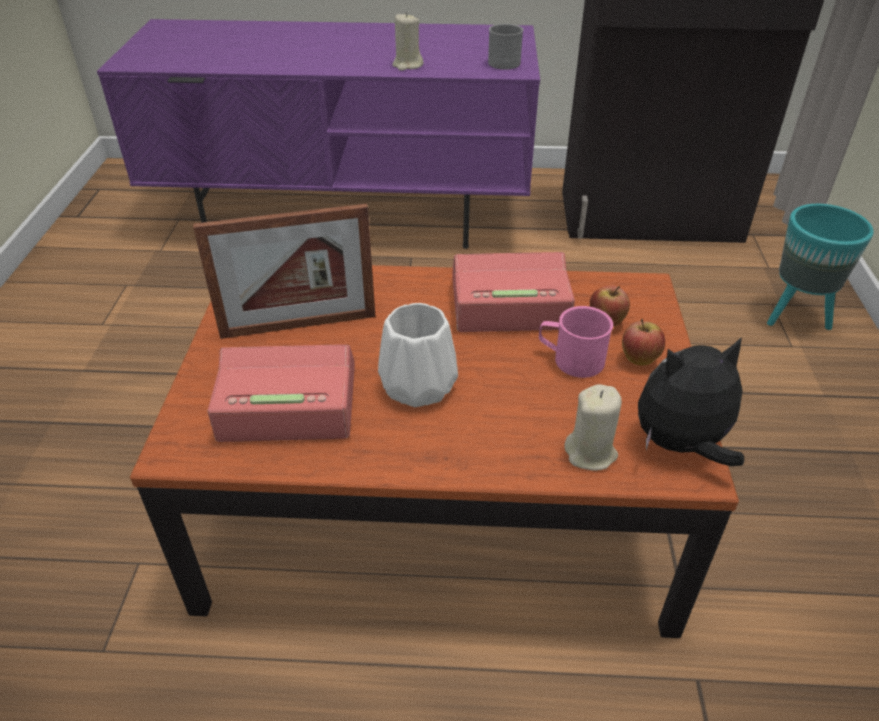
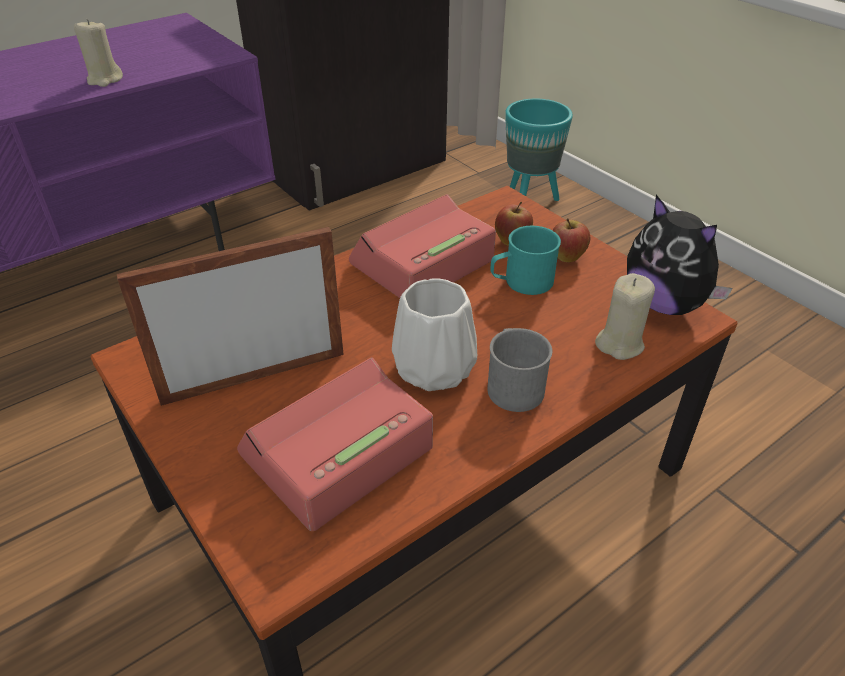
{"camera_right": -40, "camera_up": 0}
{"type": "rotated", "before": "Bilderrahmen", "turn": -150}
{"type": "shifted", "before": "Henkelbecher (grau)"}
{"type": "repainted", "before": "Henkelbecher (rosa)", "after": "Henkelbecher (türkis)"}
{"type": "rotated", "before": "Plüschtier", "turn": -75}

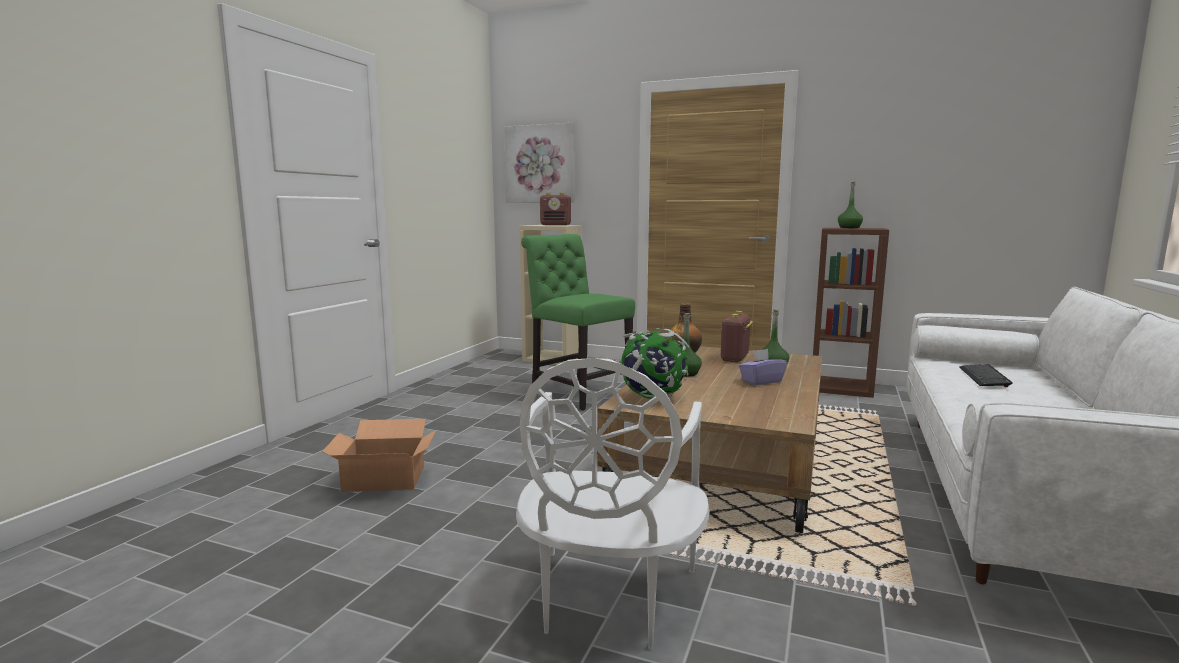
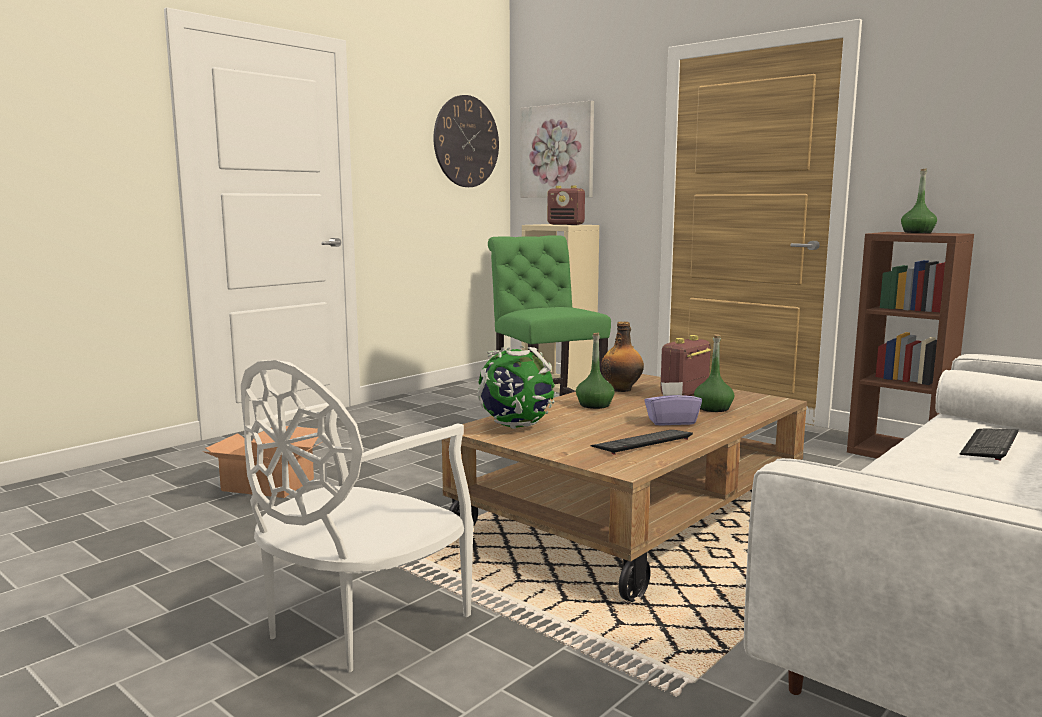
{"camera_right": 20, "camera_up": 0}
{"type": "new", "after": "Wanduhr"}
{"type": "new", "after": "Tastatur (no. 1 from left)"}

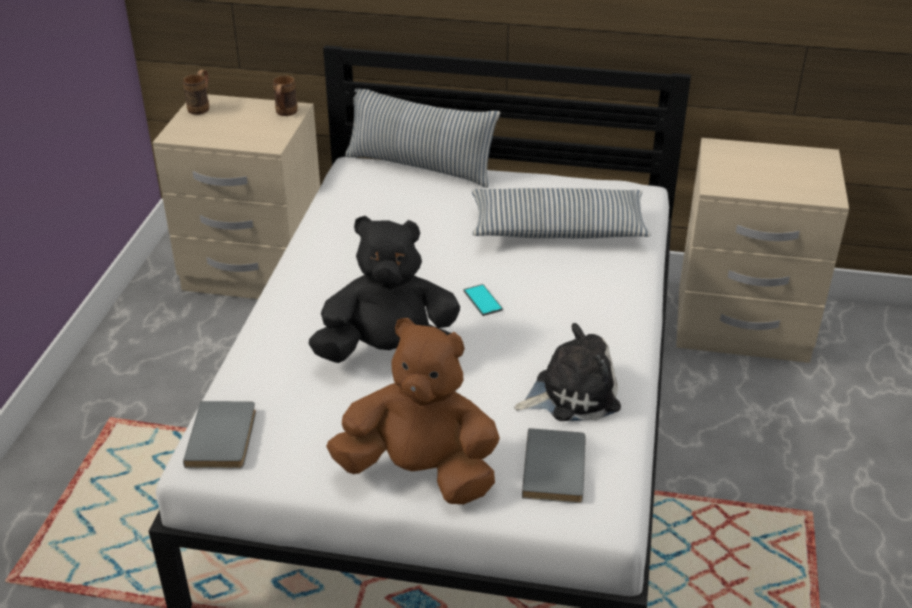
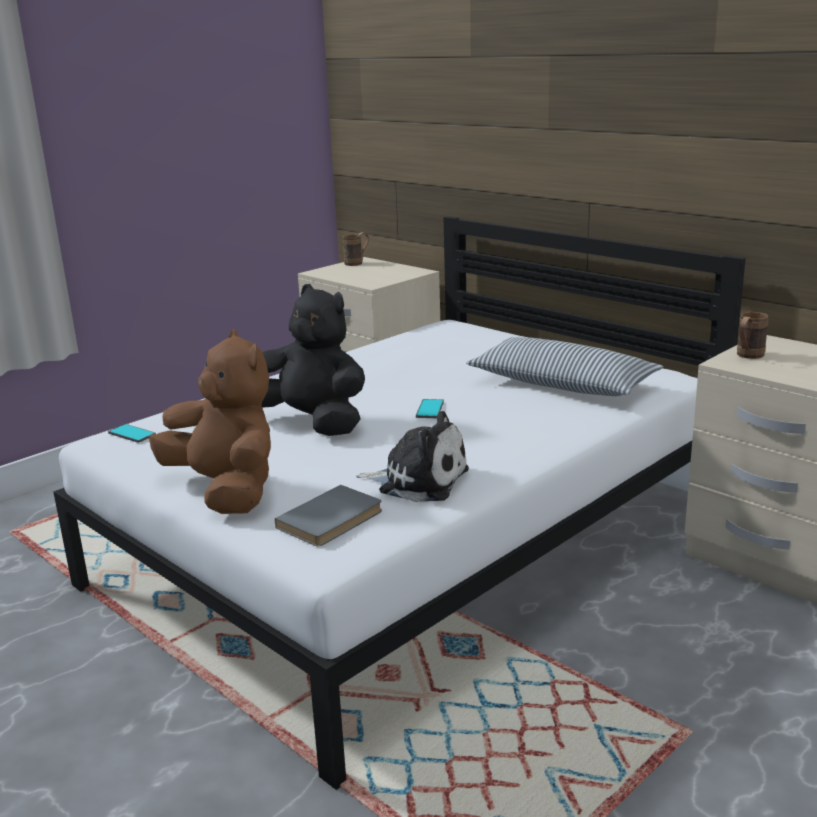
{"camera_right": 35, "camera_up": -15}
{"type": "swapped", "before": "Buch (grau) (no. 1 from left)", "after": "Handy (no. 1 from left)"}
{"type": "shifted", "before": "Henkelbecher (braun) (no. 2 from left)"}
{"type": "gone", "before": "Kissen (no. 1 from left)"}

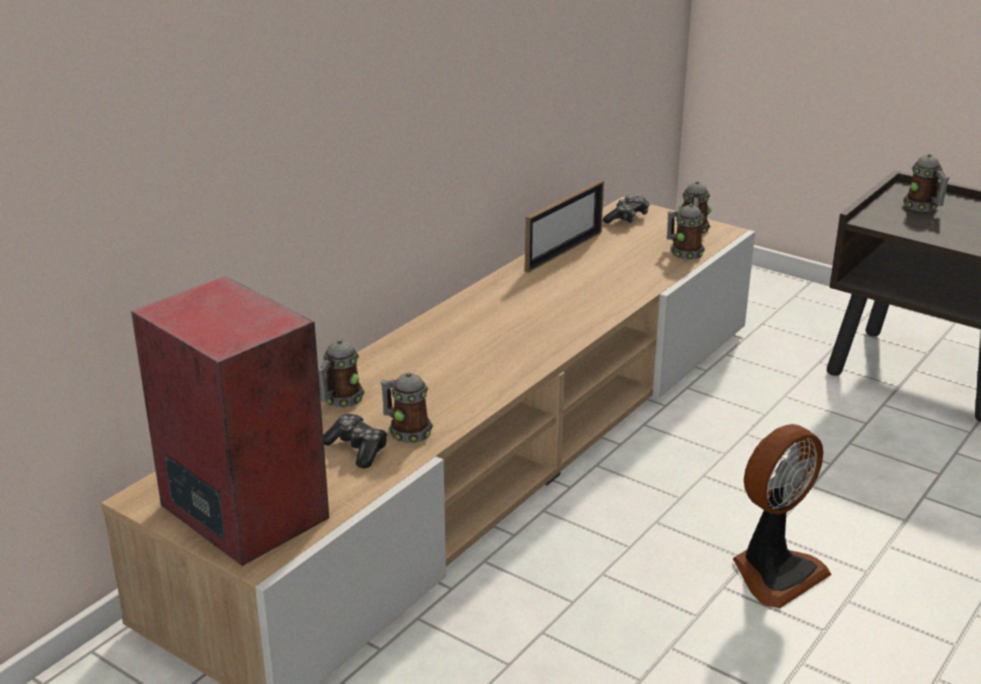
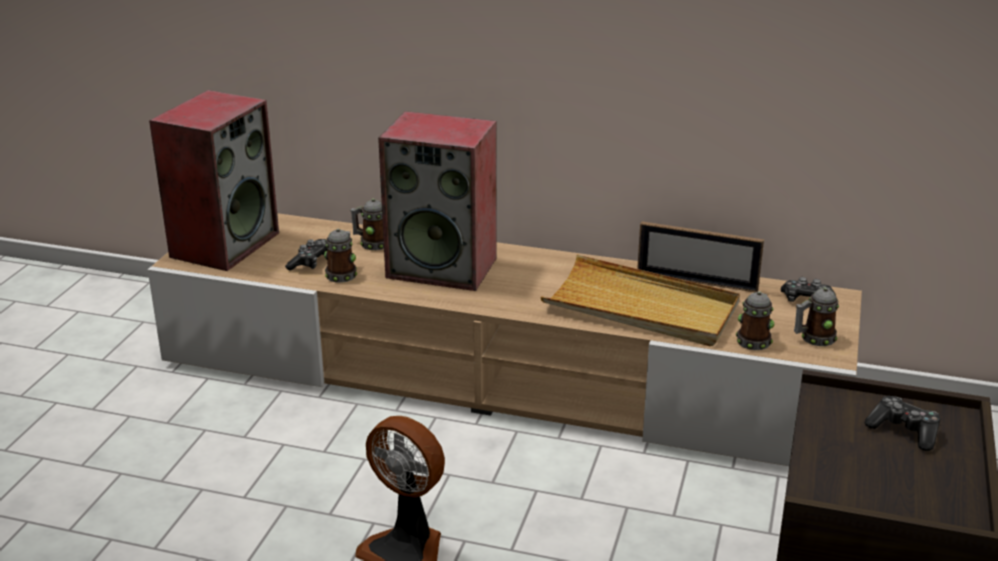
{"camera_right": 70, "camera_up": 0}
{"type": "new", "after": "Lautsprecher (no. 2 from left)"}
{"type": "new", "after": "Tablett (beige)"}
{"type": "swapped", "before": "Henkelbecher (no. 5 from left)", "after": "Gamepad (no. 3 from left)"}

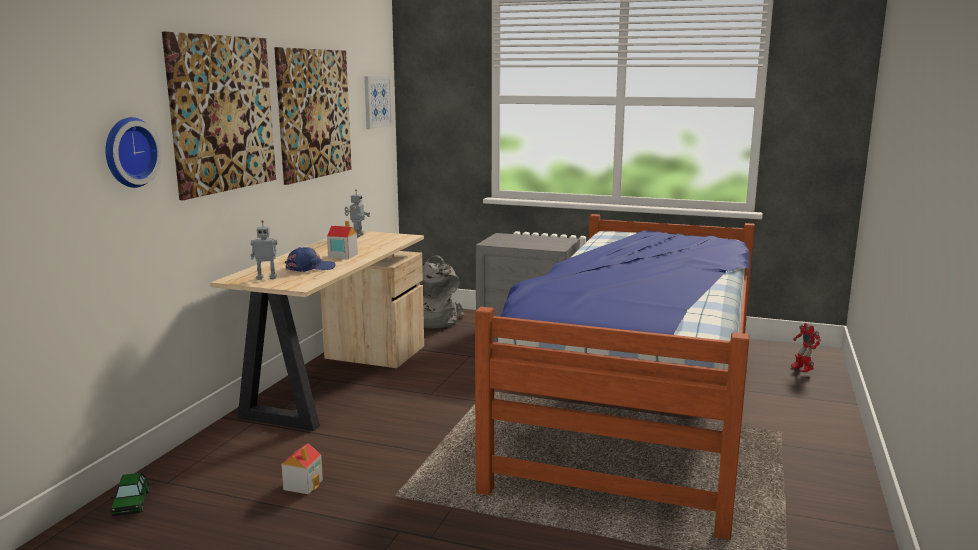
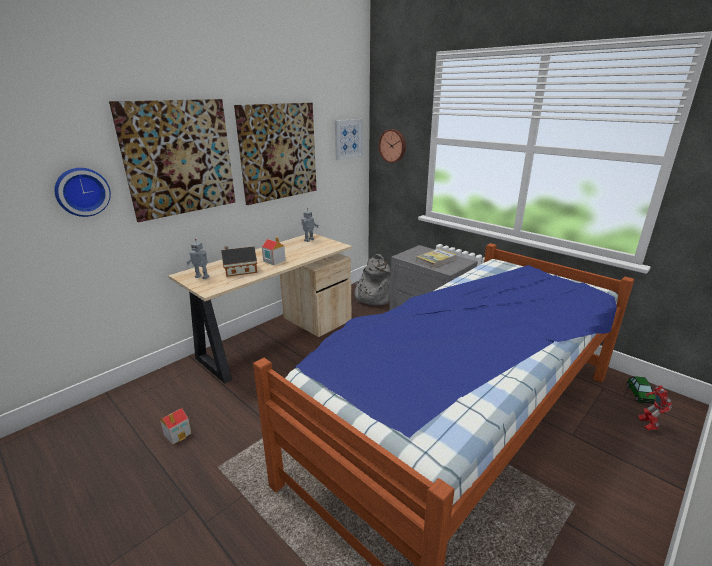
{"camera_right": 25, "camera_up": 10}
{"type": "swapped", "before": "Kappe (blau)", "after": "Spielzeughaus (no. 2 from left)"}
{"type": "new", "after": "Wanduhr (no. 2 from left)"}
{"type": "new", "after": "Buch"}
{"type": "shifted", "before": "Spielzeugauto"}

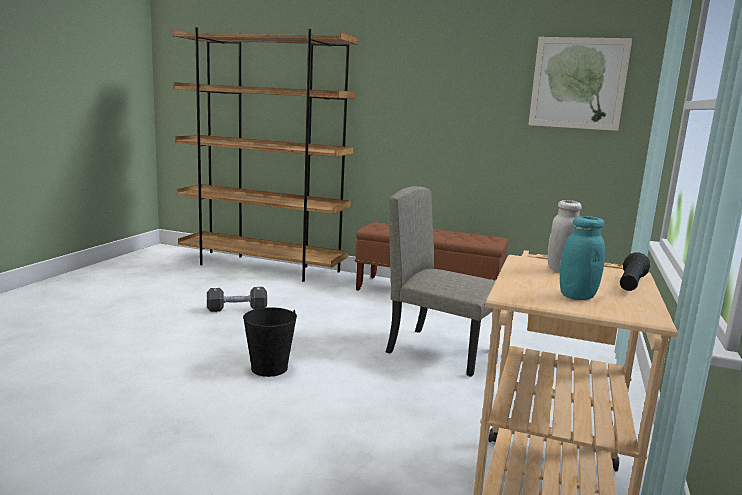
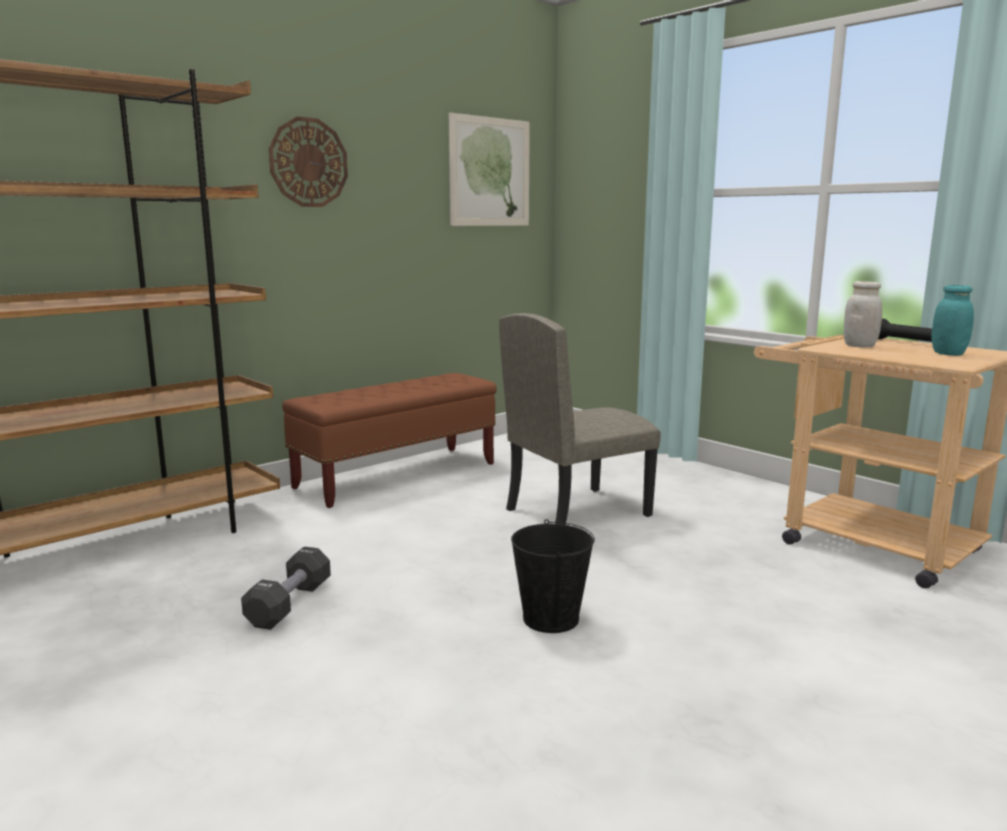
{"camera_right": -60, "camera_up": 0}
{"type": "new", "after": "Wanduhr"}

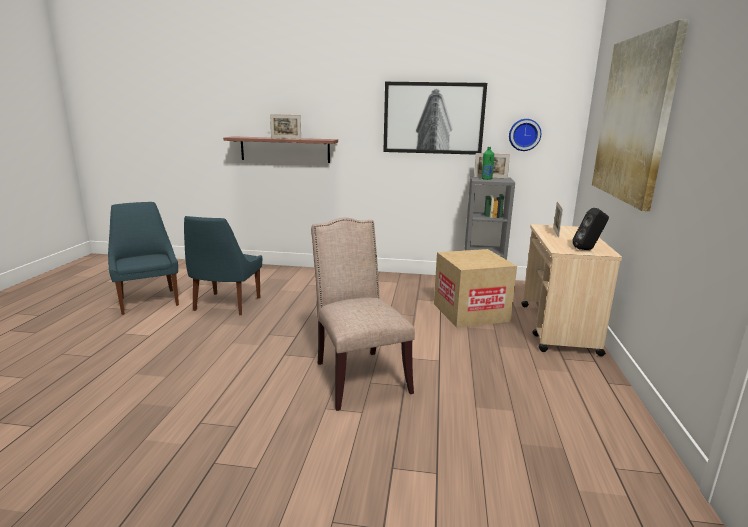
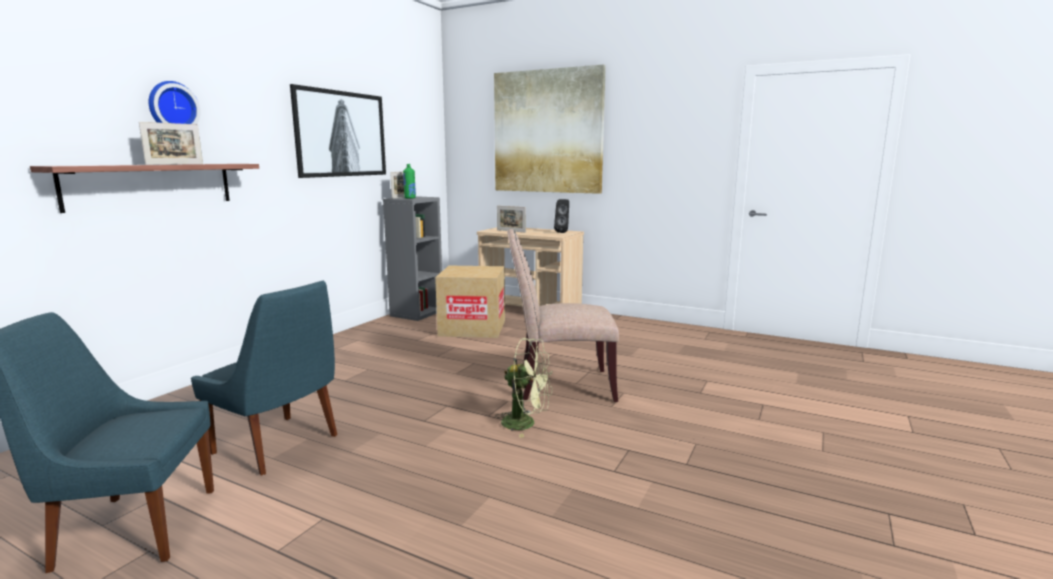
{"camera_right": -70, "camera_up": -5}
{"type": "shifted", "before": "Wanduhr"}
{"type": "new", "after": "Ventilator (grün)"}

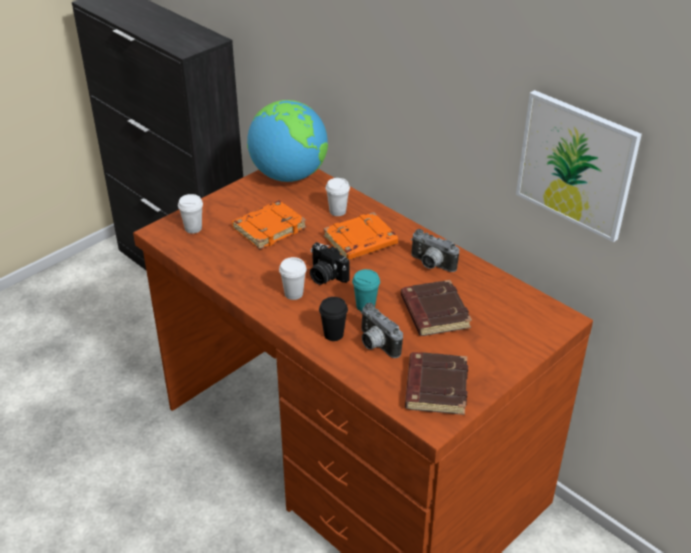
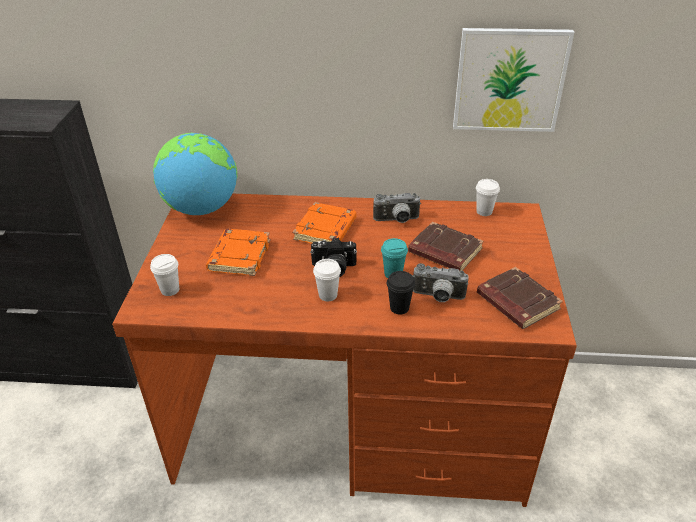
{"camera_right": -40, "camera_up": 0}
{"type": "shifted", "before": "Tasse (weiß) (no. 3 from left)"}

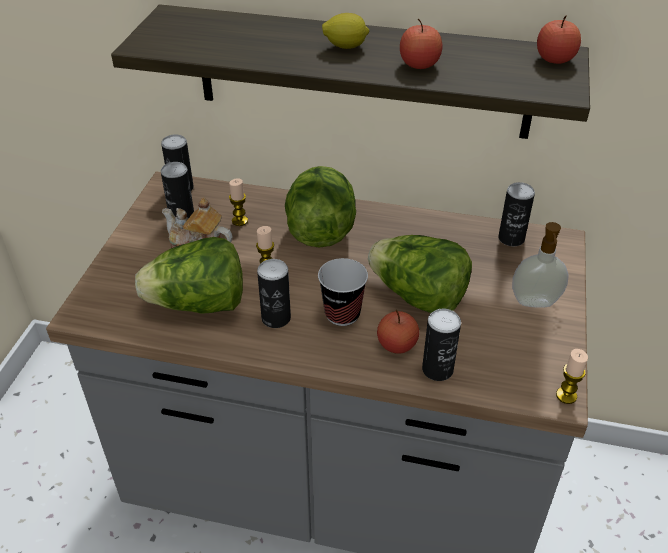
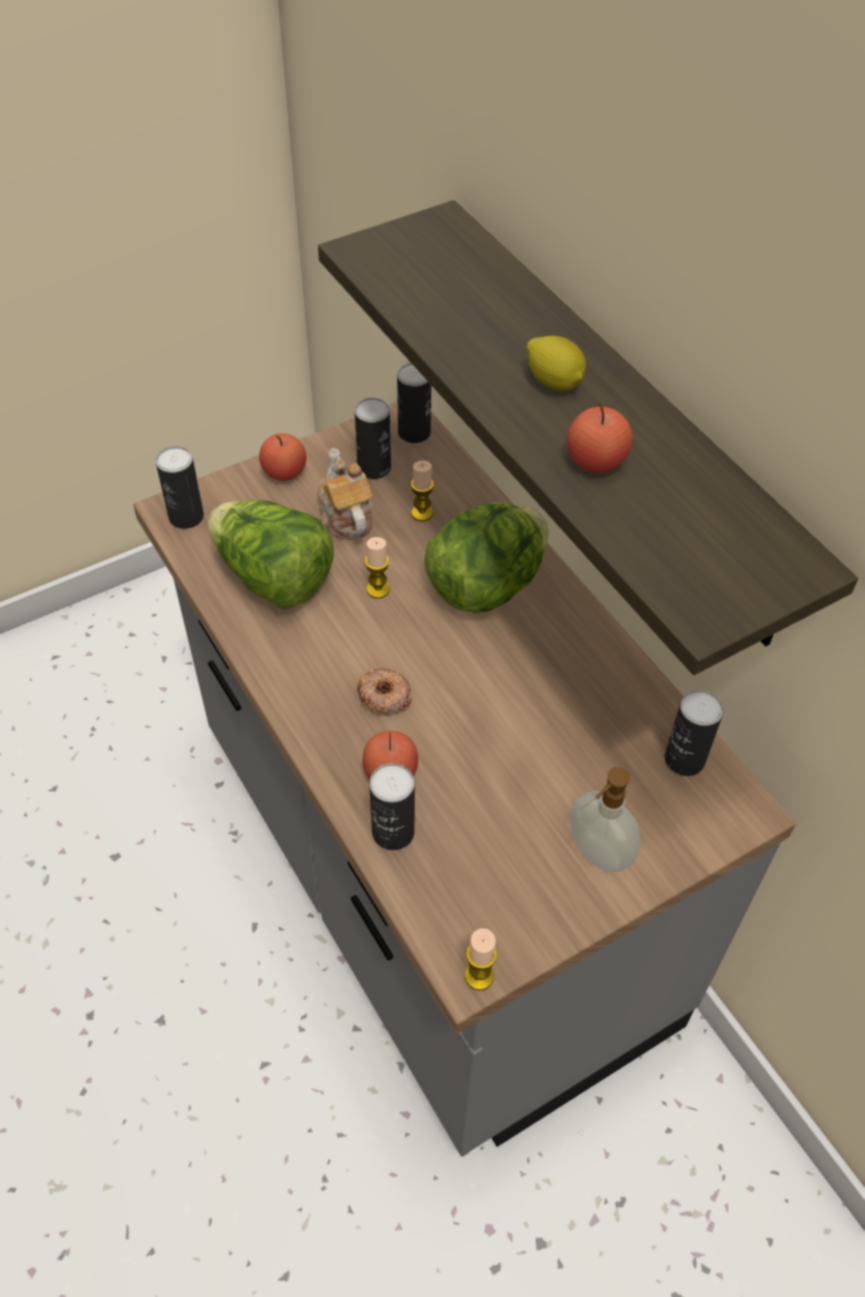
{"camera_right": 45, "camera_up": 10}
{"type": "shifted", "before": "Dose (no. 3 from left in the first image)", "after": "Dose (no. 1 from left)"}
{"type": "shifted", "before": "Apfel (no. 3 from left in the first image)", "after": "Apfel (no. 1 from left)"}
{"type": "swapped", "before": "Tasse", "after": "Donut"}
{"type": "gone", "before": "Salatkopf (no. 3 from left)"}

